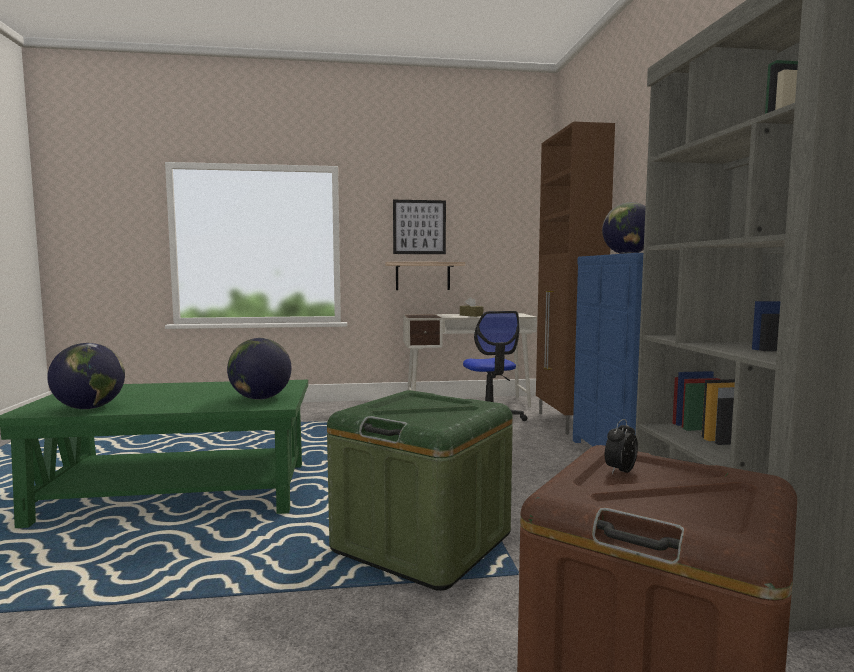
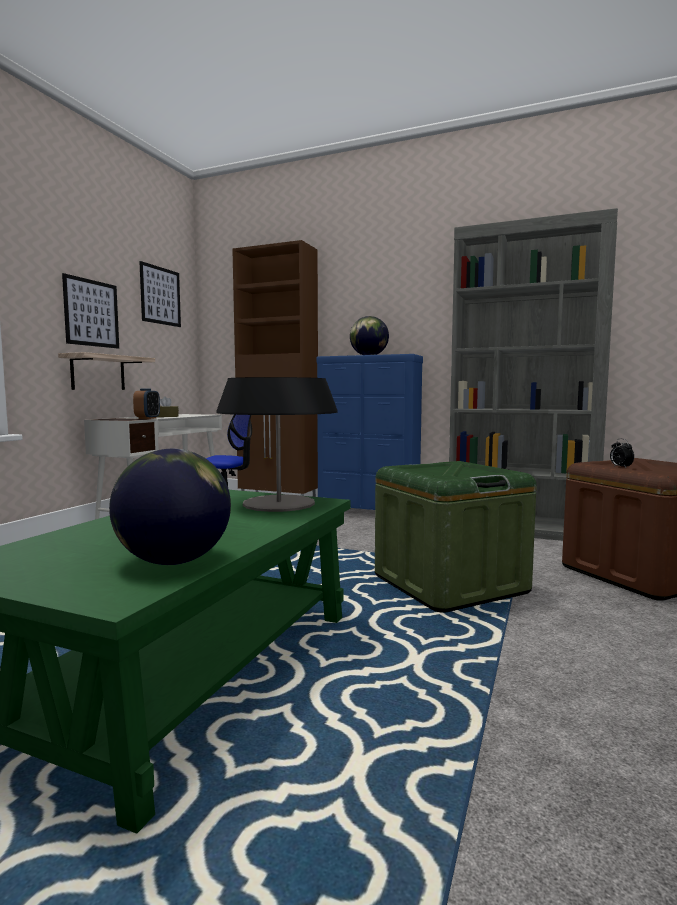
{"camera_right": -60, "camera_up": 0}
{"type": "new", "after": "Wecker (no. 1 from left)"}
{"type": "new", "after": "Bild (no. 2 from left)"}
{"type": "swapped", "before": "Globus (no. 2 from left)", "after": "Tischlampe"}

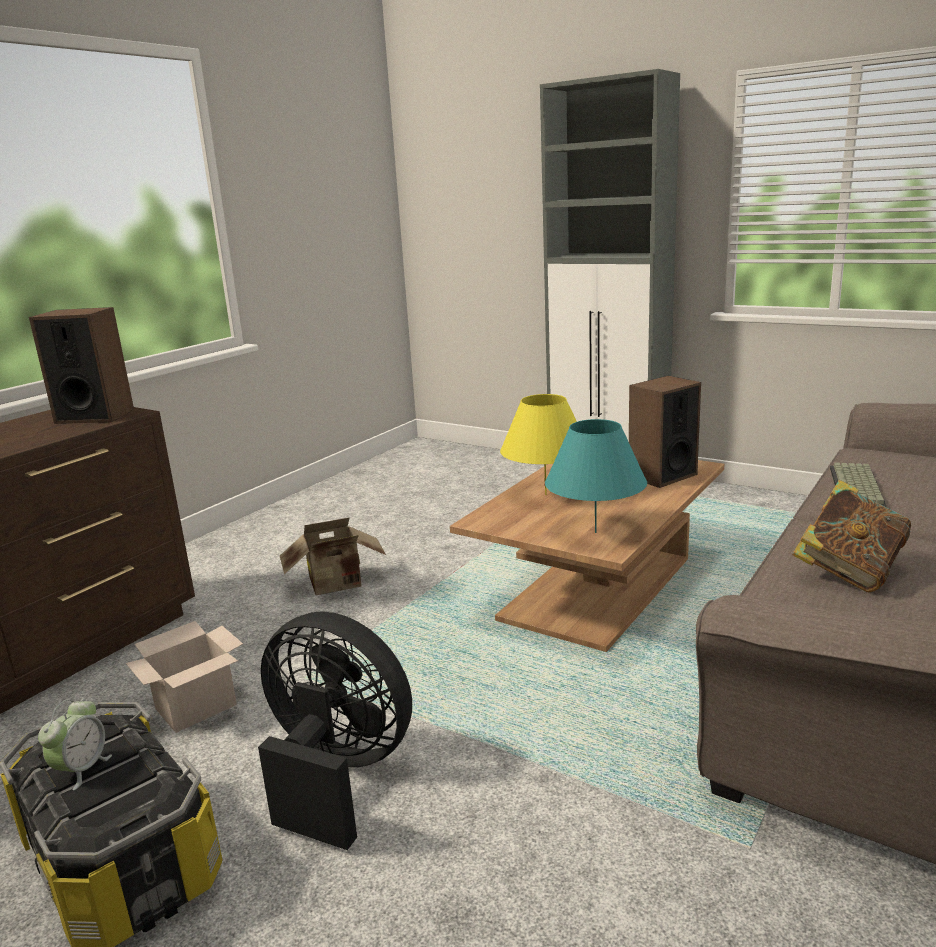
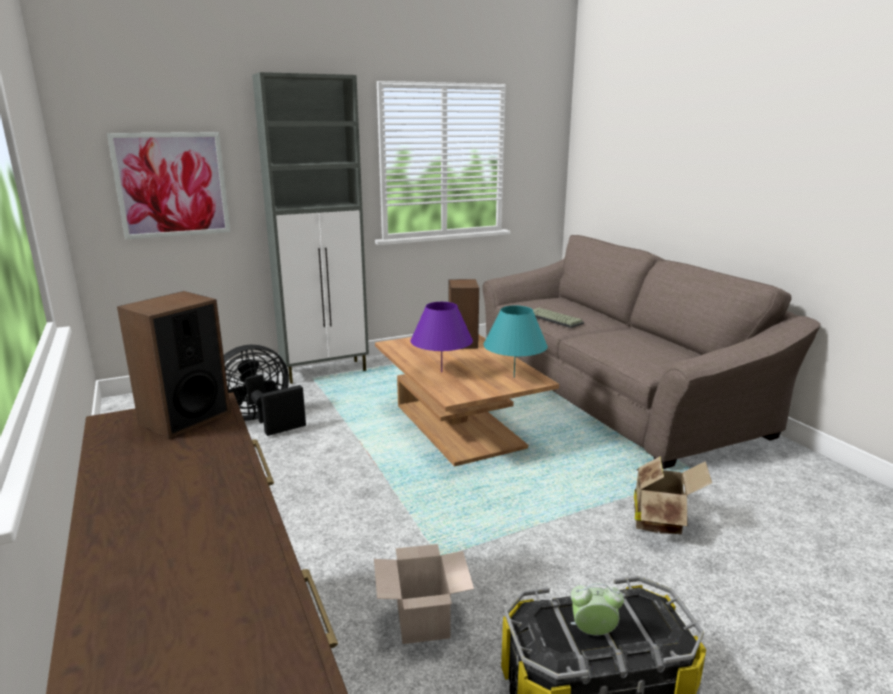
{"camera_right": -60, "camera_up": 0}
{"type": "new", "after": "Bild"}
{"type": "shifted", "before": "Ventilator (schwarz)"}
{"type": "repainted", "before": "Tischlampe (gelb)", "after": "Tischlampe (lila)"}
{"type": "rotated", "before": "Wecker", "turn": -45}
{"type": "shifted", "before": "Karton (no. 2 from left)"}
{"type": "gone", "before": "Buch"}

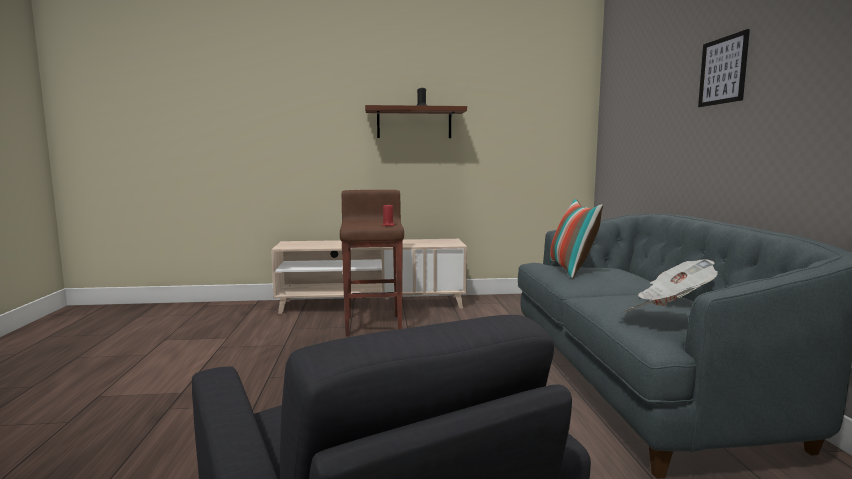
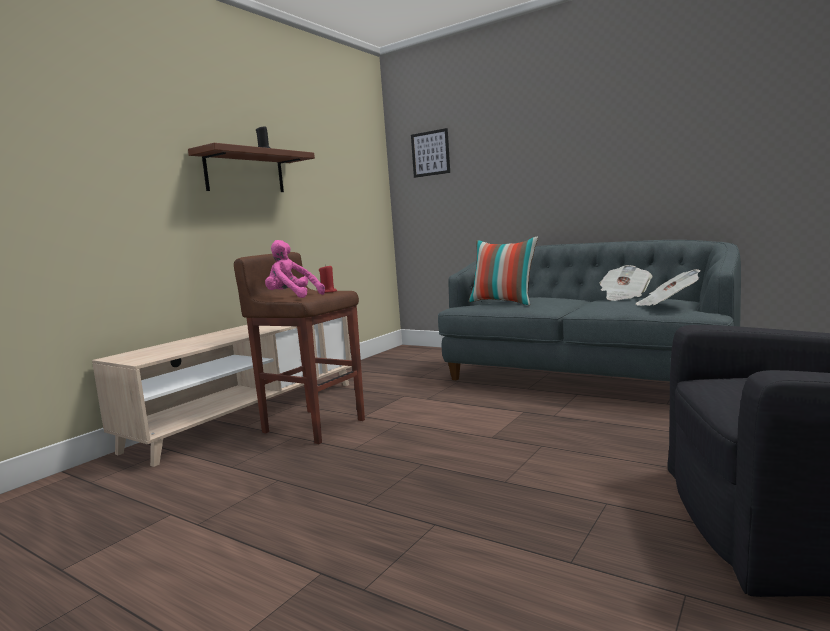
{"camera_right": -50, "camera_up": 0}
{"type": "new", "after": "Plüschtier (rosa)"}
{"type": "shifted", "before": "Bild"}

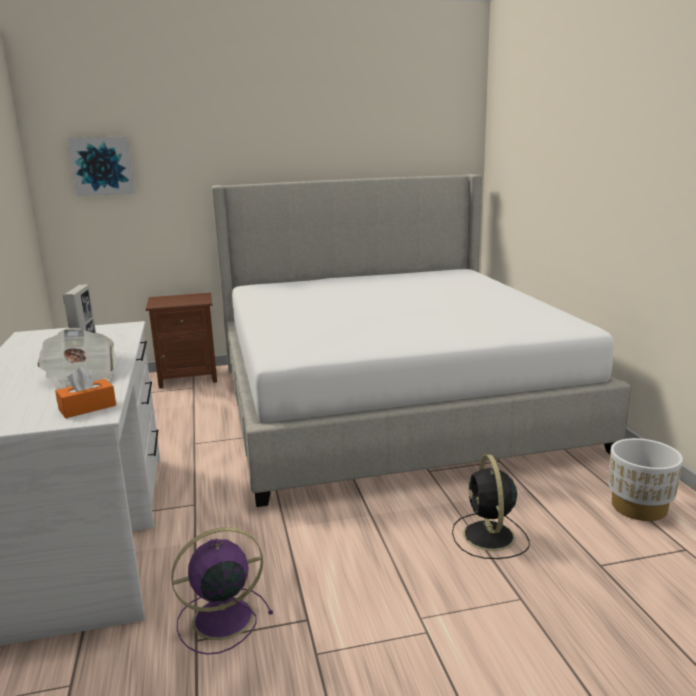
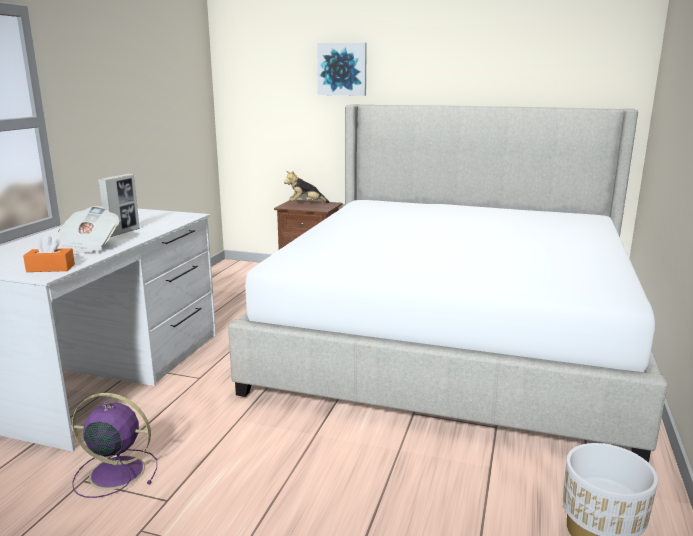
{"camera_right": 30, "camera_up": 0}
{"type": "new", "after": "Plüschtier"}
{"type": "shifted", "before": "Bild"}
{"type": "gone", "before": "Ventilator (schwarz)"}

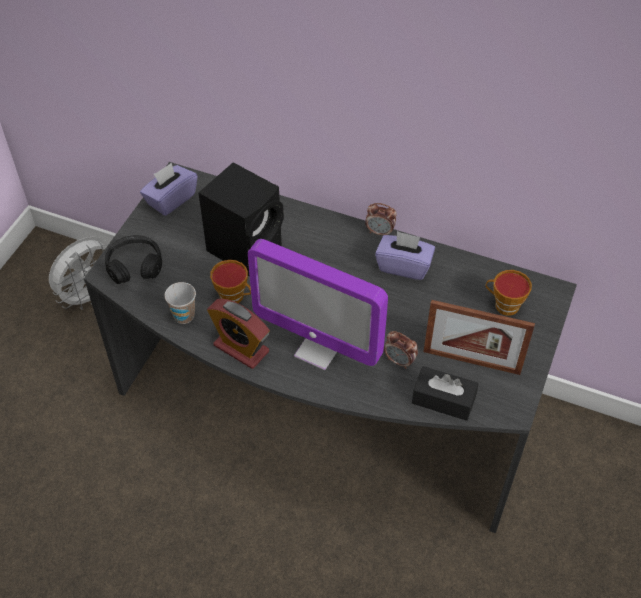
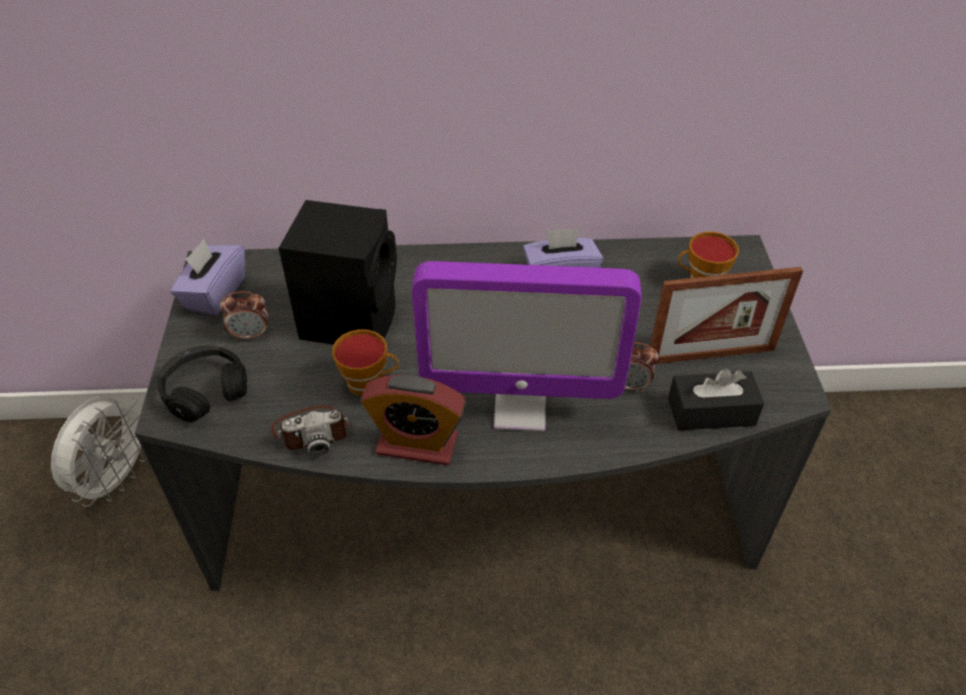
{"camera_right": -25, "camera_up": -5}
{"type": "shifted", "before": "Wecker (no. 2 from left in the first image)", "after": "Wecker (no. 1 from left)"}
{"type": "swapped", "before": "Tasse (no. 1 from left)", "after": "Kamera"}

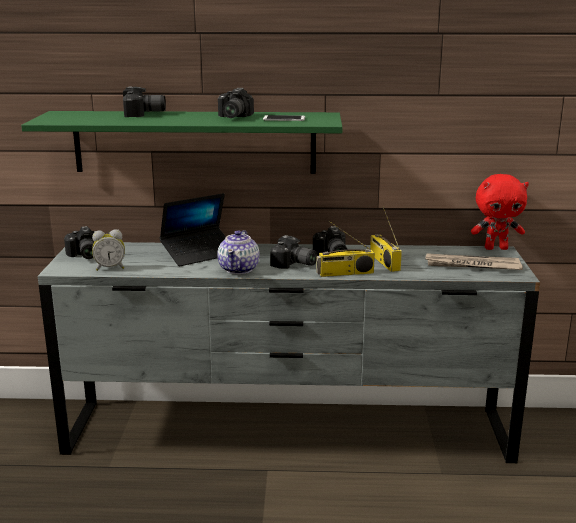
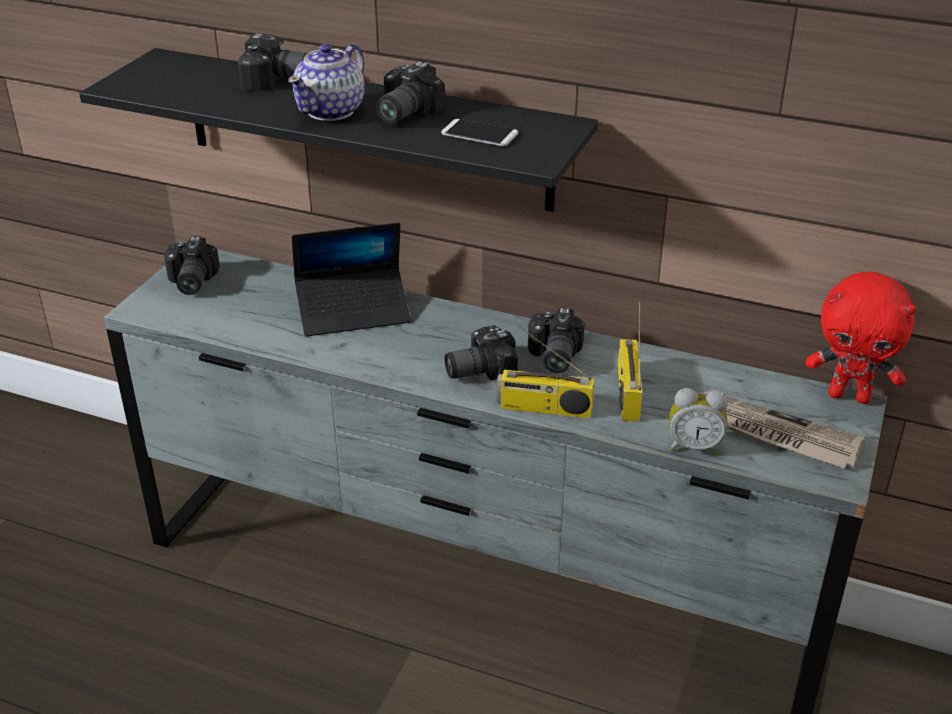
{"camera_right": 20, "camera_up": 15}
{"type": "repainted", "before": "Wandregal (grün)", "after": "Wandregal (schwarz)"}
{"type": "shifted", "before": "Teekanne"}
{"type": "rotated", "before": "Kamera (no. 4 from left)", "turn": 105}
{"type": "shifted", "before": "Wecker"}

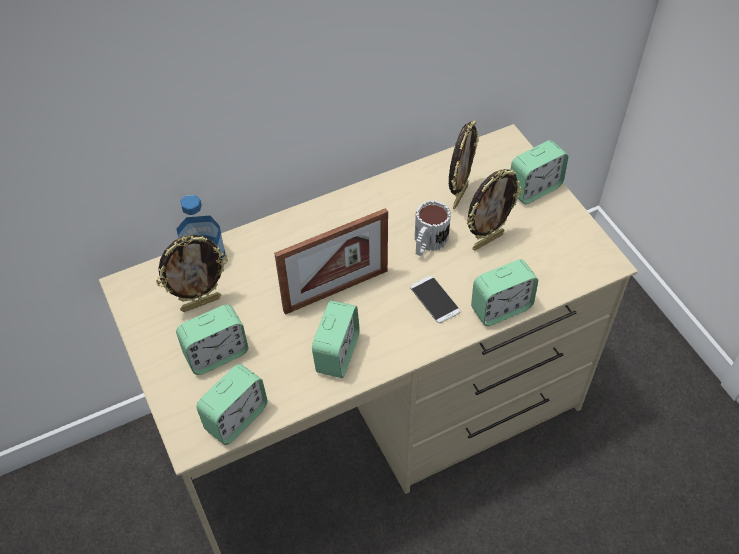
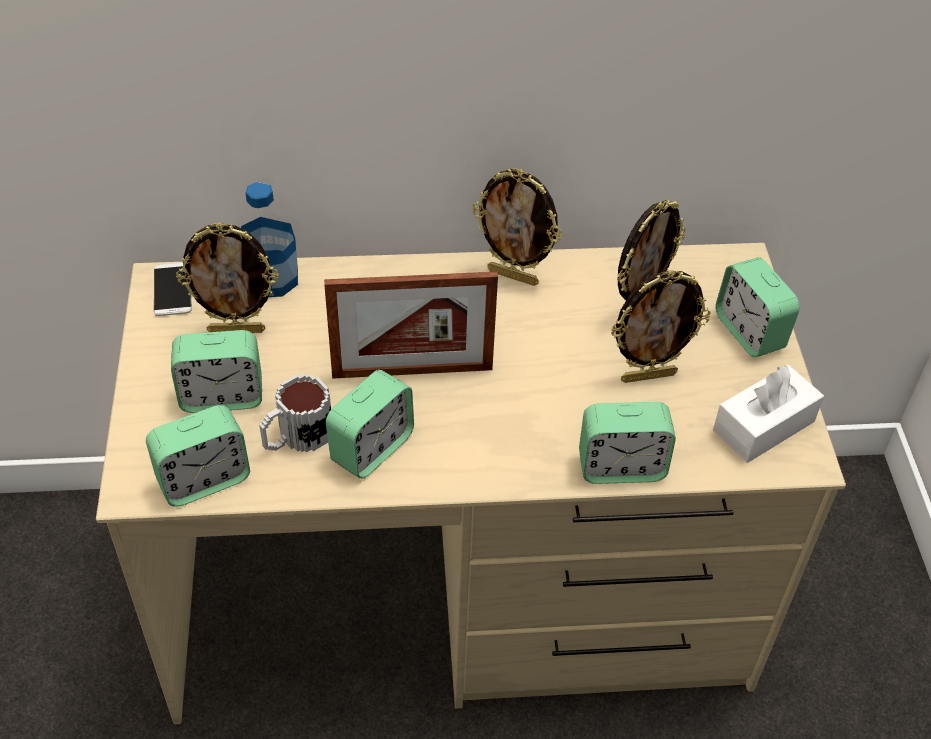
{"camera_right": 20, "camera_up": -5}
{"type": "shifted", "before": "Handy"}
{"type": "shifted", "before": "Henkelbecher"}
{"type": "new", "after": "Bilderrahmen (no. 3 from left)"}
{"type": "new", "after": "Taschentuchbox (weiß)"}
{"type": "rotated", "before": "Wecker (no. 5 from left)", "turn": 75}

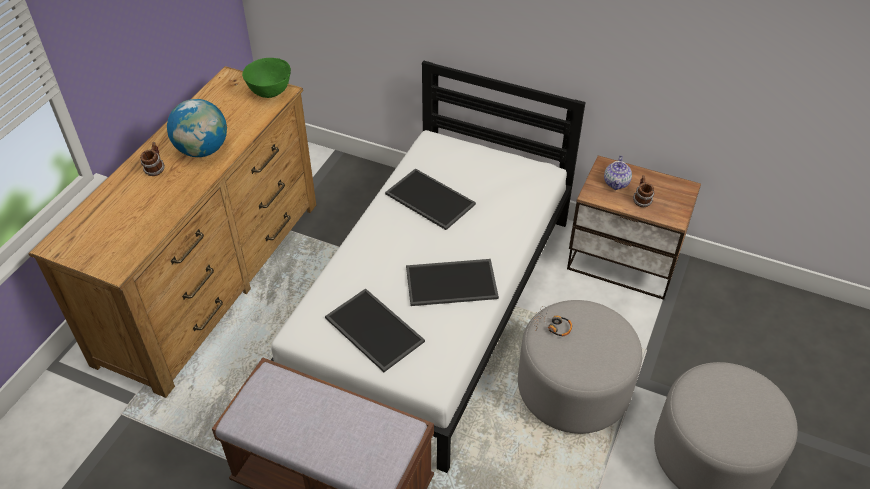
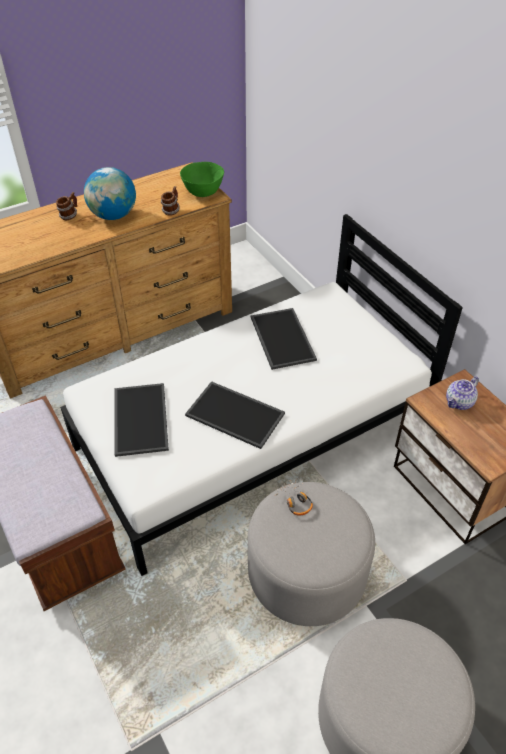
{"camera_right": 35, "camera_up": 0}
{"type": "shifted", "before": "Henkelbecher (no. 2 from left)"}

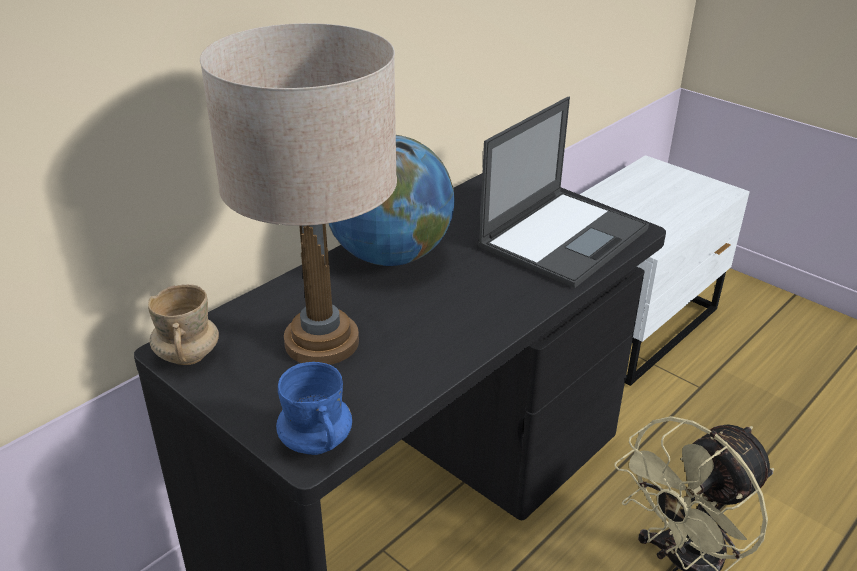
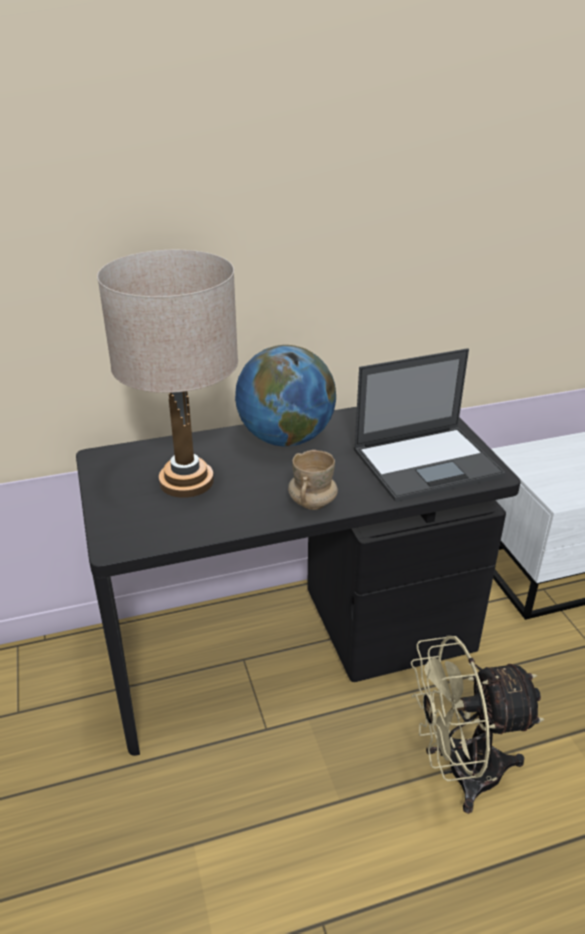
{"camera_right": 30, "camera_up": 0}
{"type": "shifted", "before": "Henkelbecher (beige)"}
{"type": "gone", "before": "Henkelbecher (blau)"}

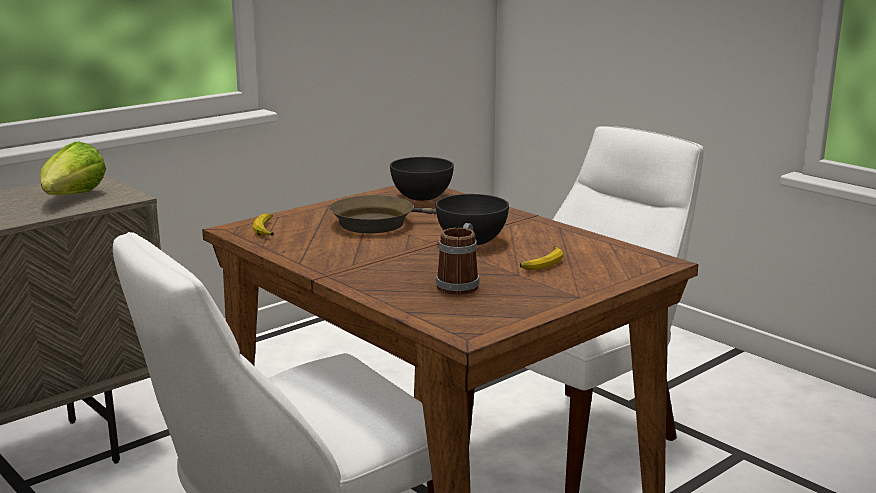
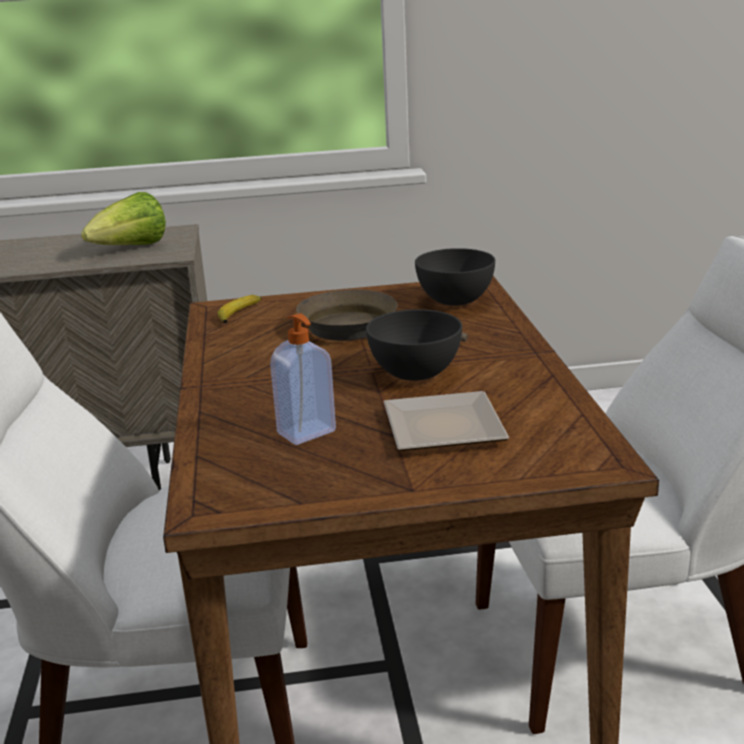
{"camera_right": 35, "camera_up": 5}
{"type": "swapped", "before": "Henkelbecher", "after": "Seifenspender"}
{"type": "swapped", "before": "Banane (no. 2 from left)", "after": "Teller"}

